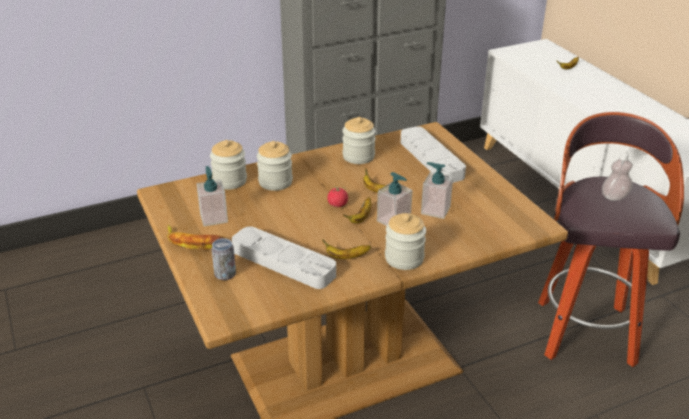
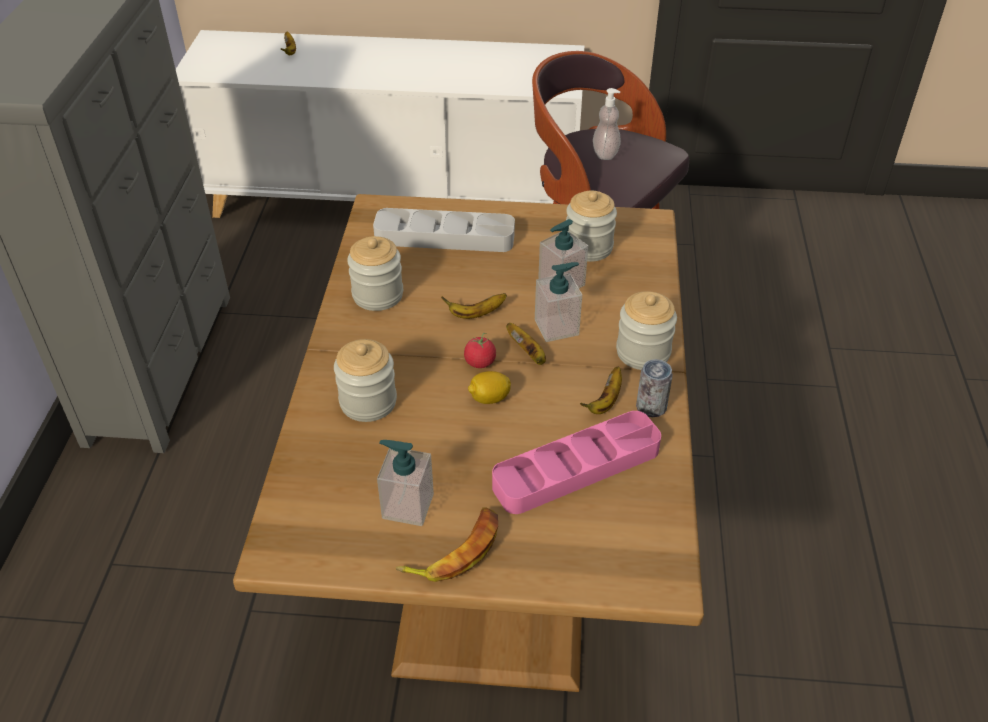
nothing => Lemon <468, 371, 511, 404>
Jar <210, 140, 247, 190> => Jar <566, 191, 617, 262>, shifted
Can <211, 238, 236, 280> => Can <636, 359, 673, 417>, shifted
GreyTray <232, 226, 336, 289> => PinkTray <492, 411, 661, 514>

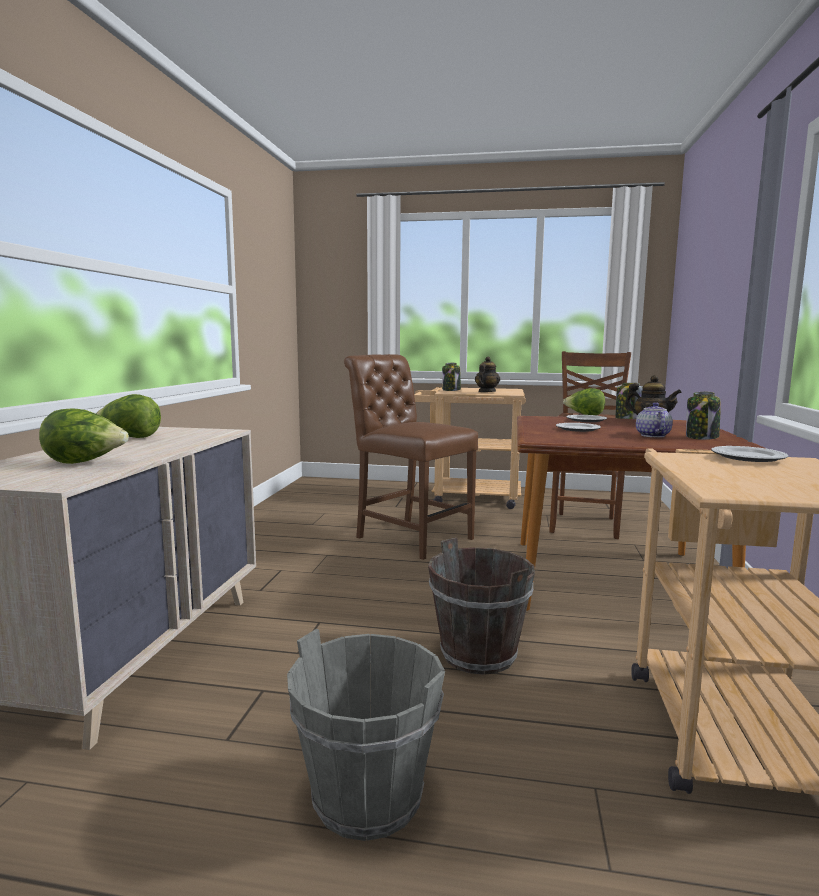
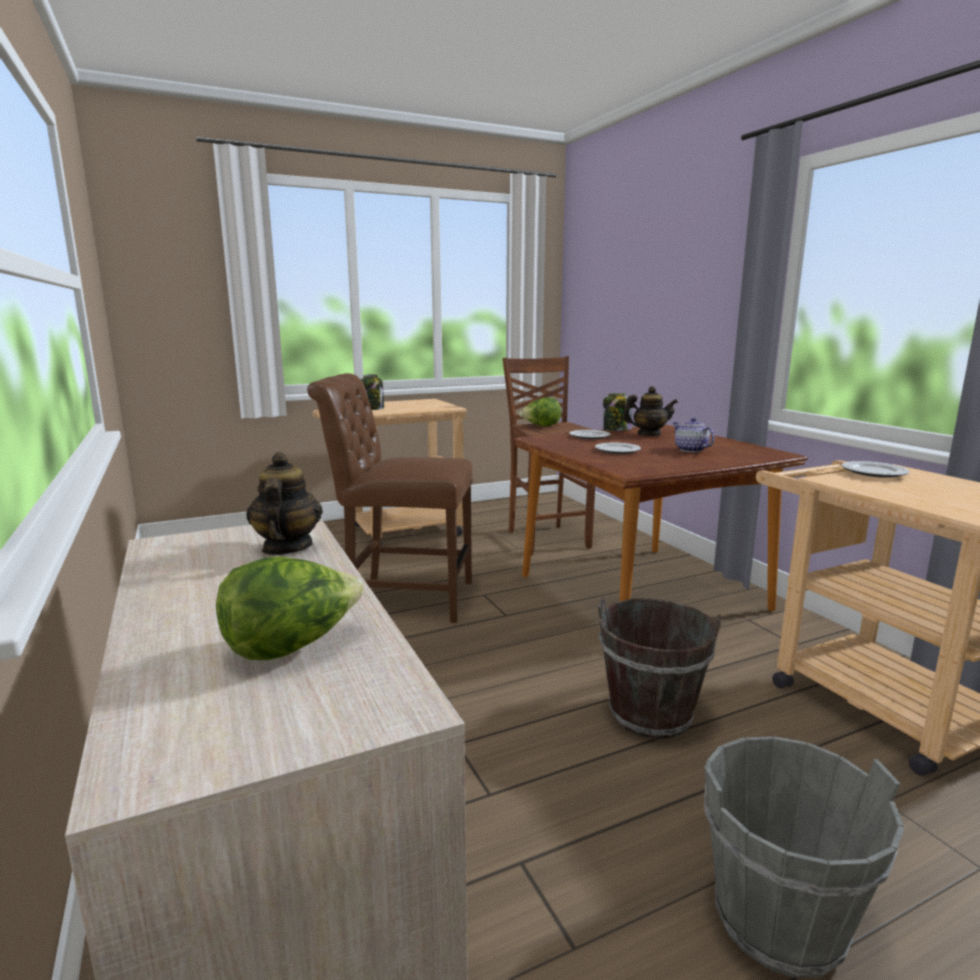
Lettuce <96, 394, 161, 438> => nothing
Jar <686, 392, 721, 440> => nothing
Teapot <475, 357, 500, 392> => Teapot <246, 452, 323, 555>, shifted

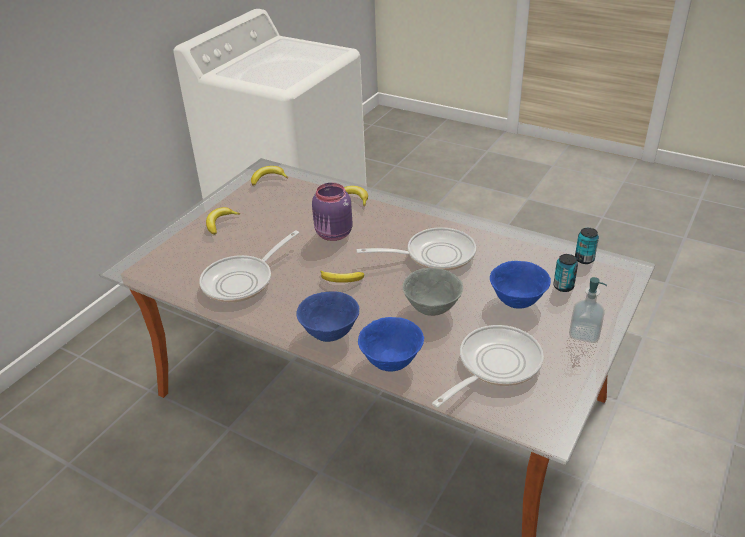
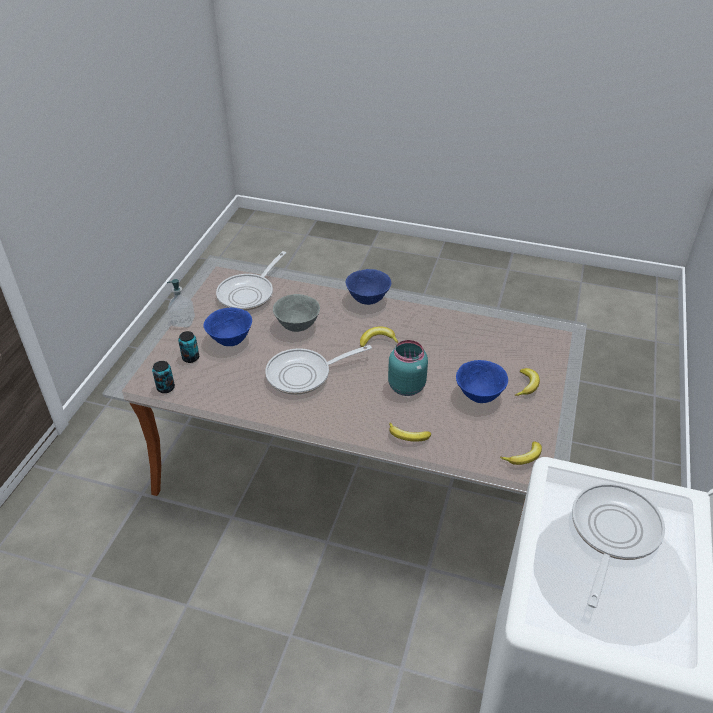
FryingPan <200, 230, 299, 303> => FryingPan <572, 483, 665, 608>, shifted
BlueBowl <358, 317, 424, 372> => BlueBowl <456, 360, 508, 403>, shifted
PurpleJar <312, 183, 353, 241> => TurquoiseJar <388, 340, 428, 396>

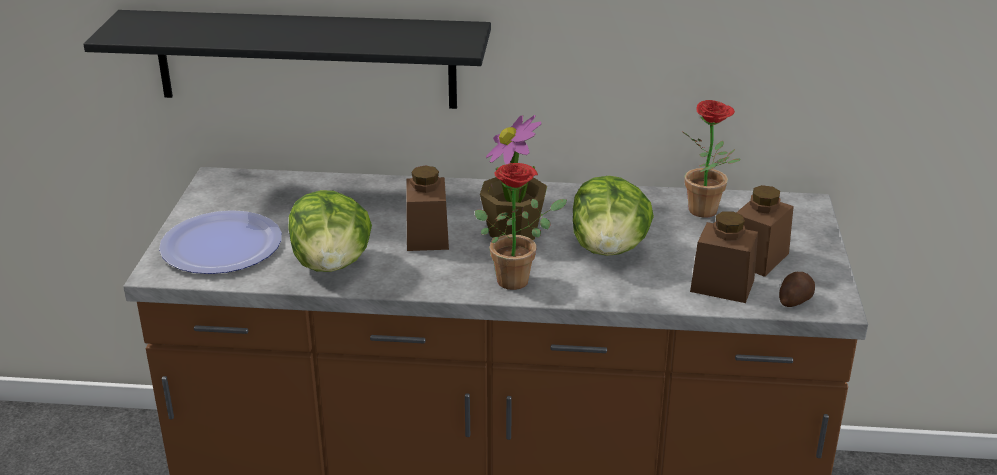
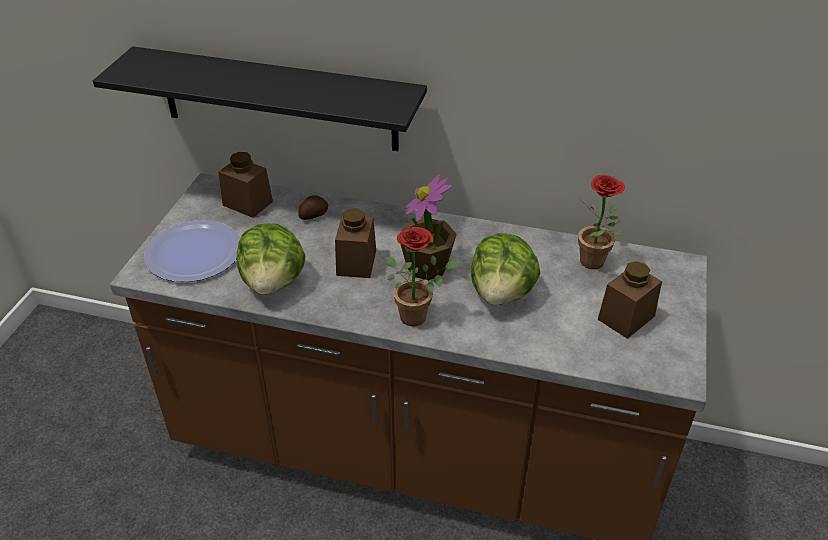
BrownJar <690, 211, 758, 303> => BrownJar <218, 152, 273, 218>, shifted
Potato <779, 272, 815, 307> => Potato <298, 195, 328, 220>, shifted

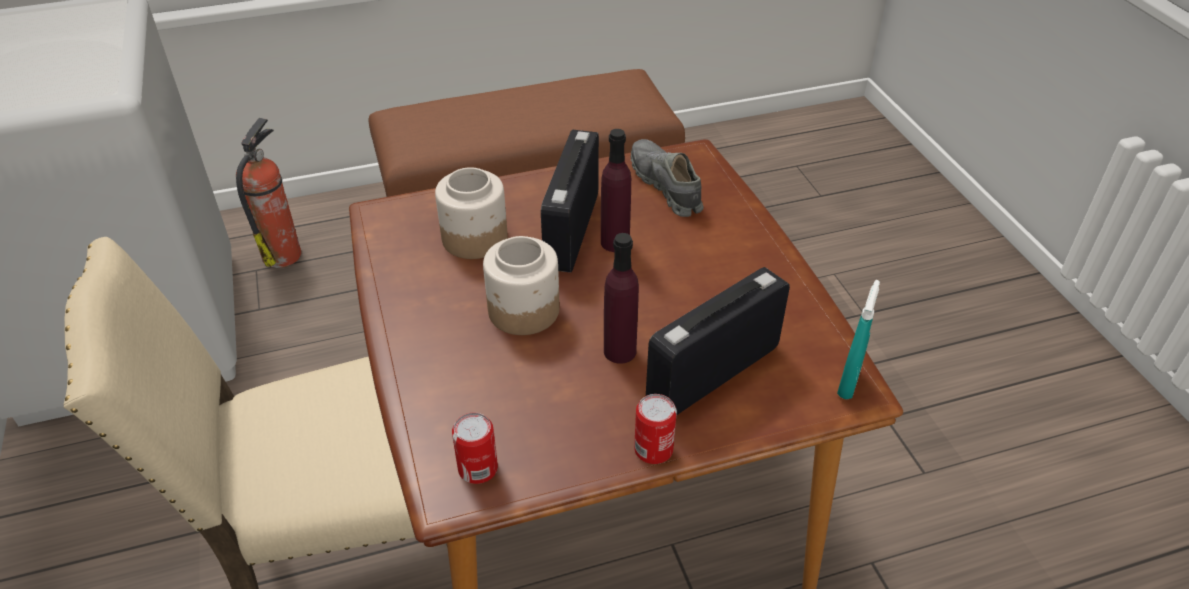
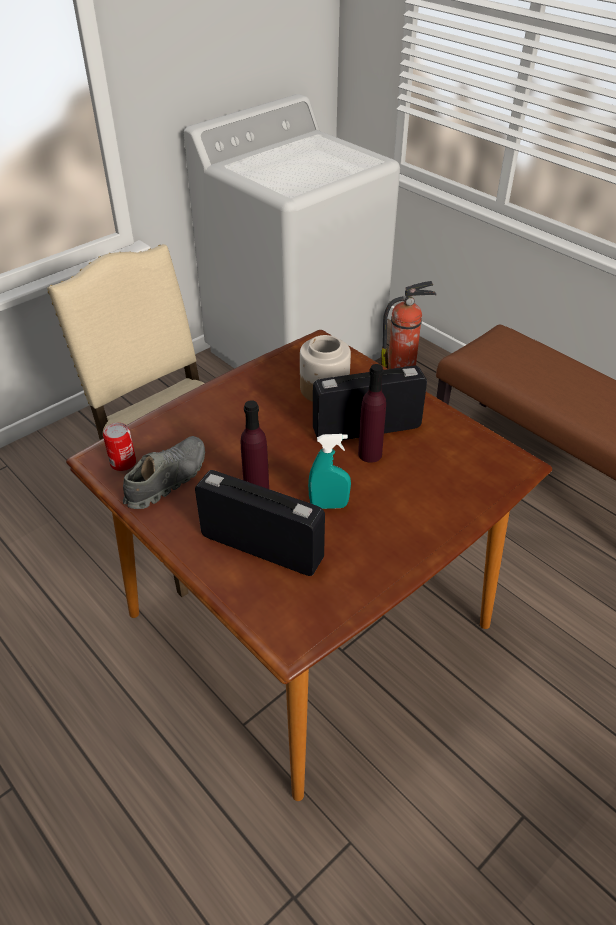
Jar <483, 236, 560, 335> => nothing
Can <634, 394, 677, 464> => nothing
GreyShoe <631, 139, 704, 217> => GreyShoe <123, 436, 205, 509>, shifted
TurquoiseSprayBottle <837, 280, 880, 399> => TurquoiseSprayBottle <308, 434, 351, 509>, shifted

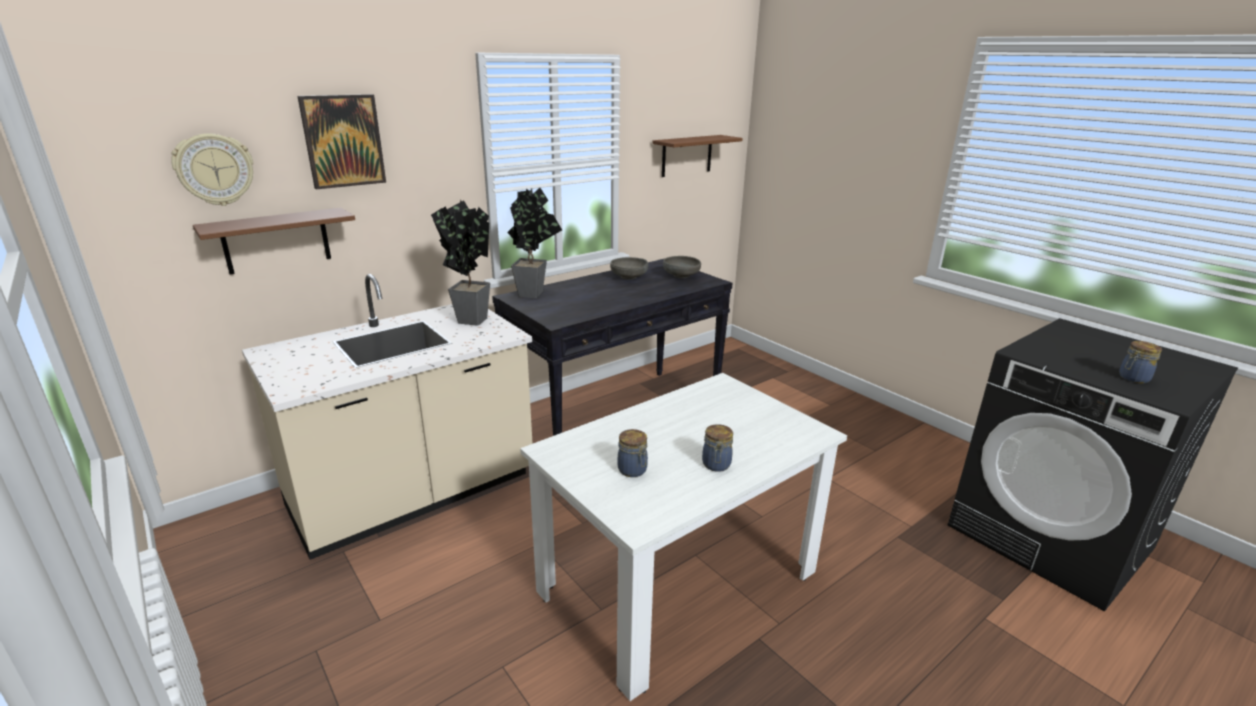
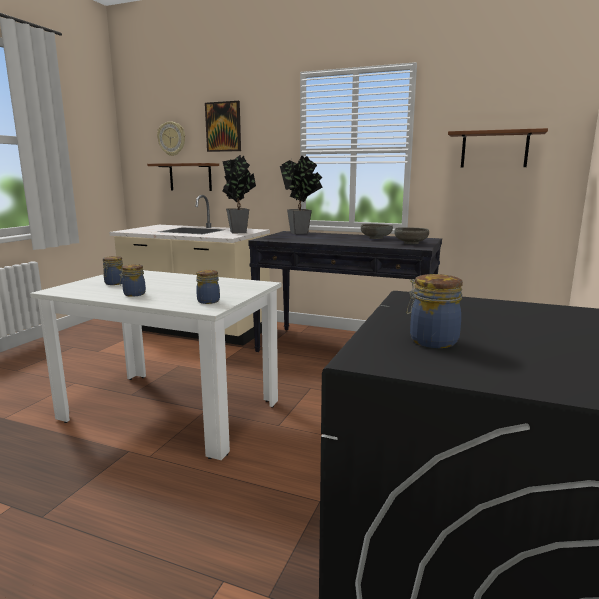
nothing => Jar <196, 270, 220, 304>

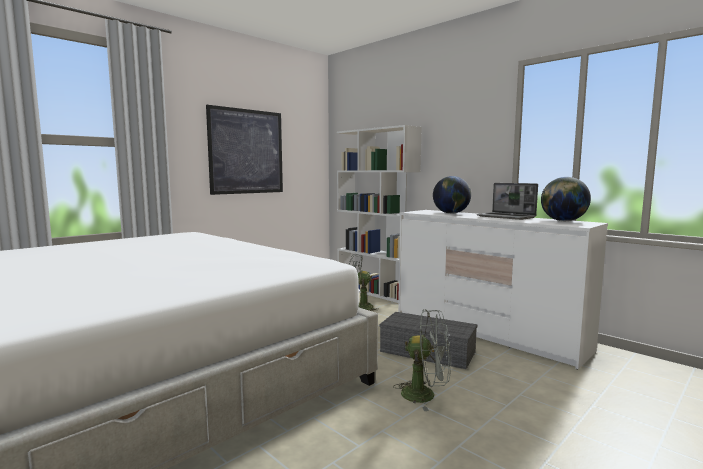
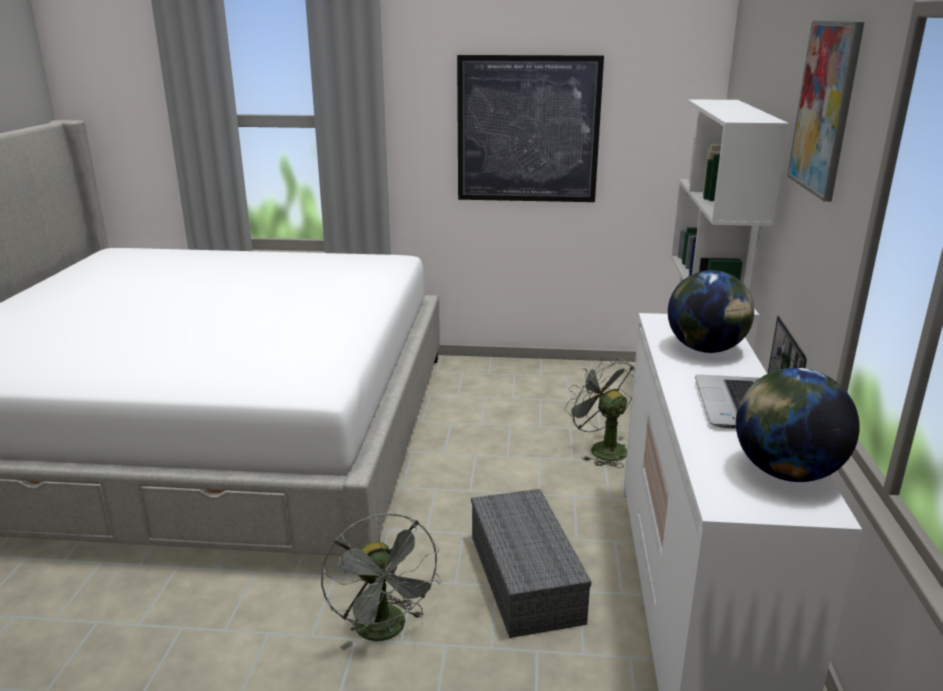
nothing => Picture <787, 20, 864, 202>

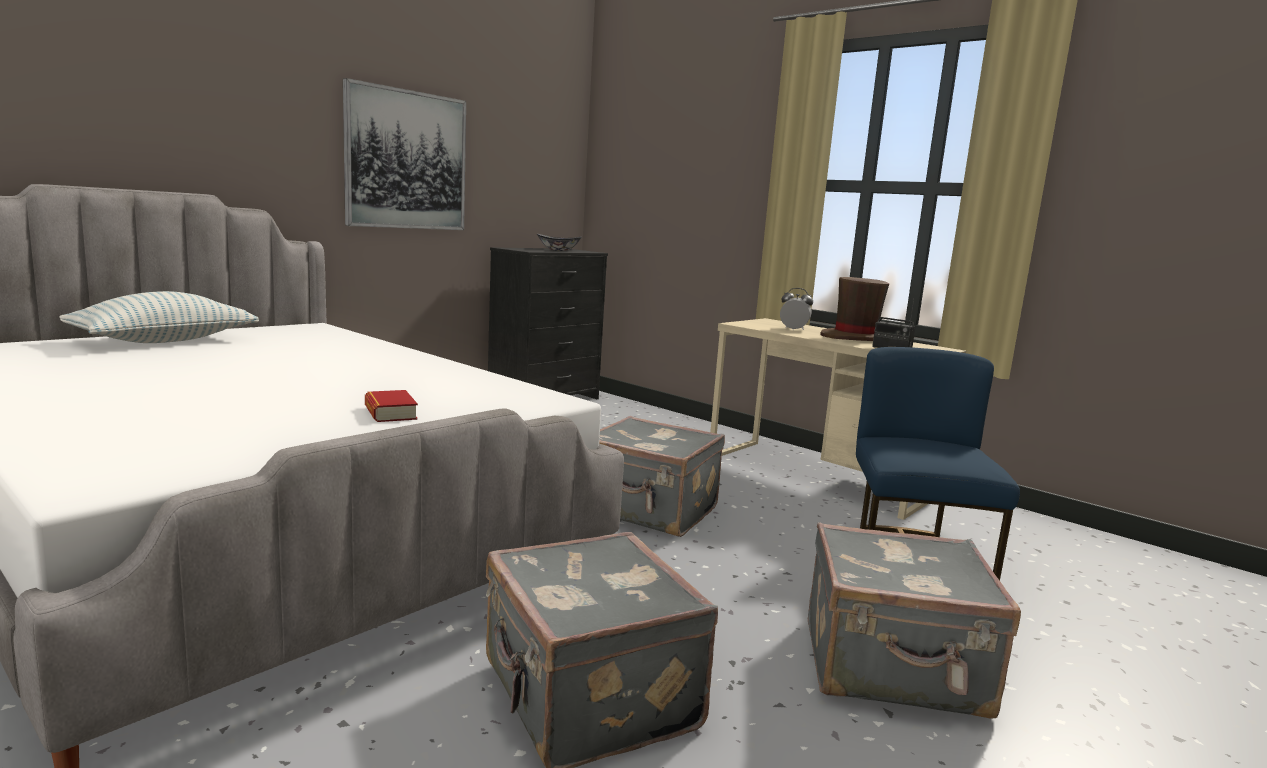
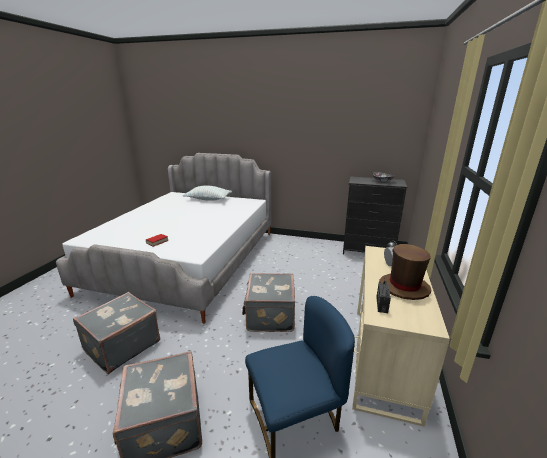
Picture <343, 78, 466, 230> => nothing

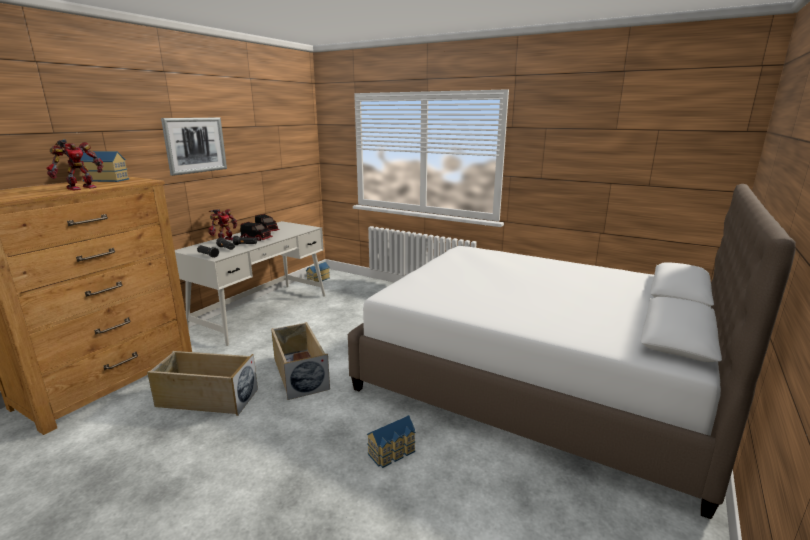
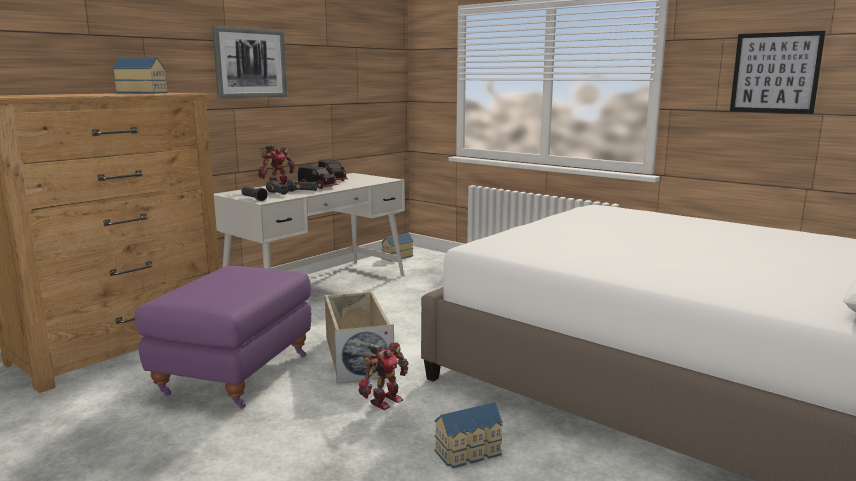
nothing => Picture <730, 31, 825, 114>
ToyRobot <47, 139, 103, 191> => ToyRobot <358, 342, 409, 410>, shifted
BeigeStorageBox <147, 351, 258, 416> => PurpleOttoman <135, 266, 312, 409>

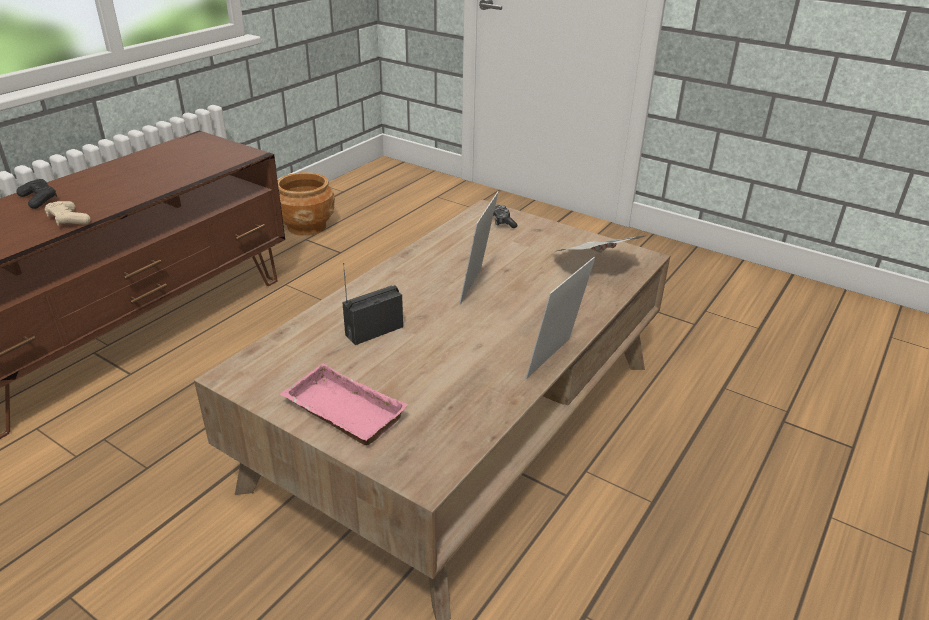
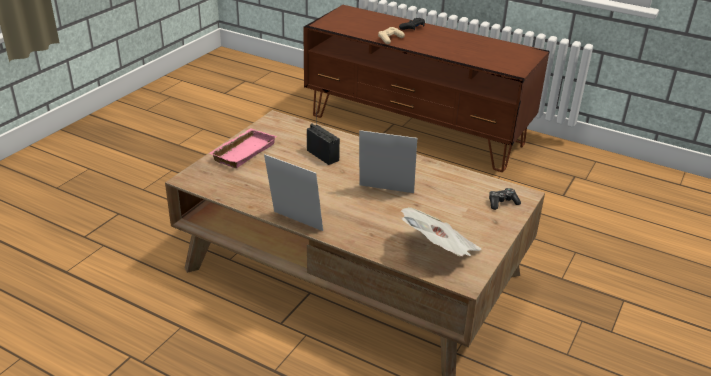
BrownPlanter <278, 172, 335, 236> => nothing

